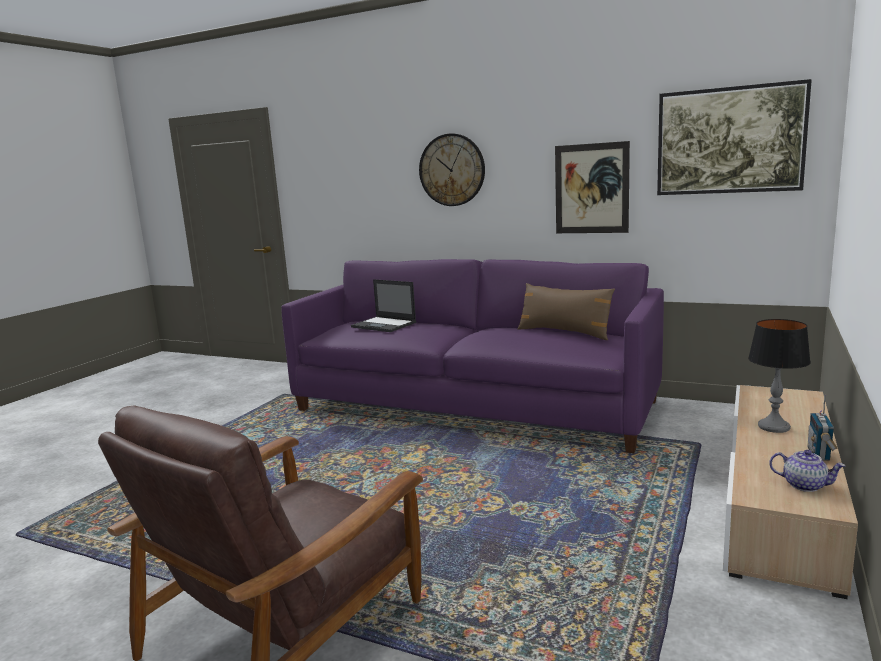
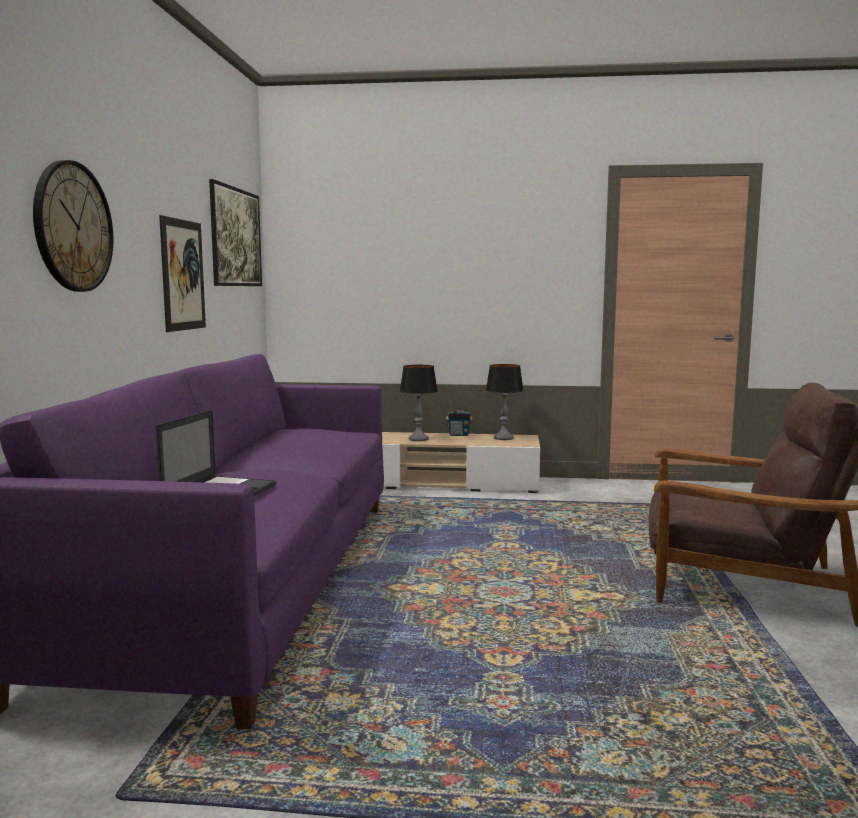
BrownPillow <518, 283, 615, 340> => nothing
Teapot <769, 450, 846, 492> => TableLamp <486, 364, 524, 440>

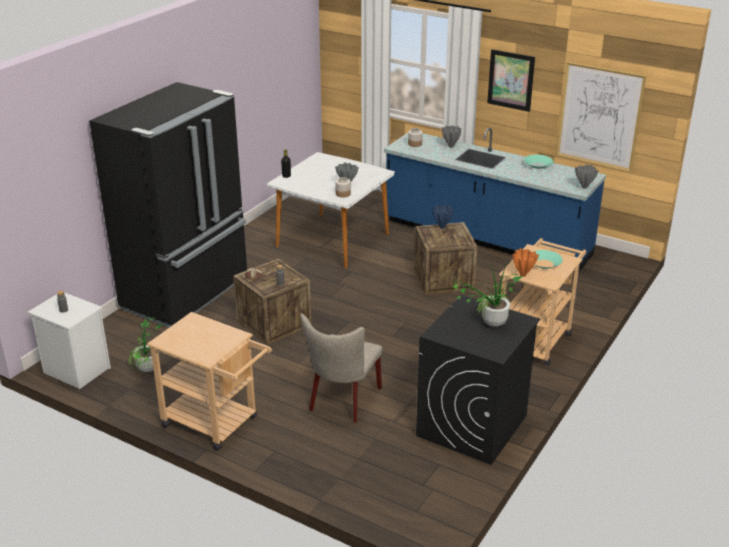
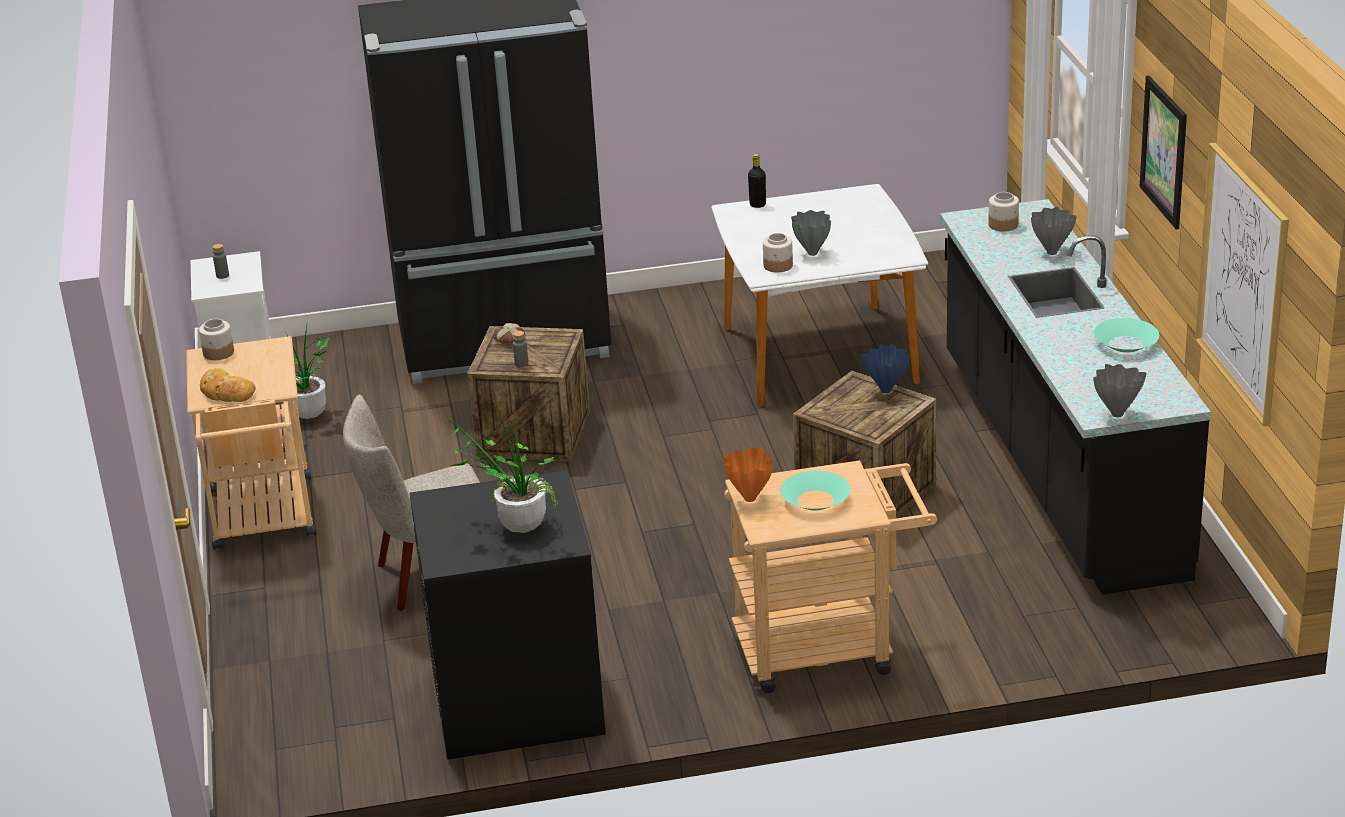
nothing => Jar <199, 319, 234, 360>
nothing => Bread <200, 368, 256, 402>
BlueCounter <384, 128, 606, 273> => BlackCounter <940, 199, 1211, 595>

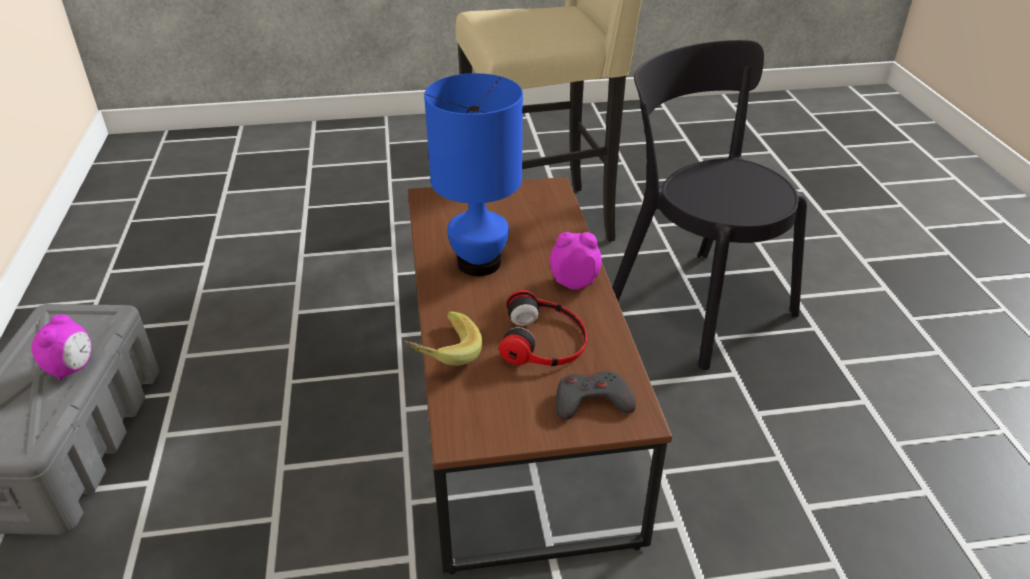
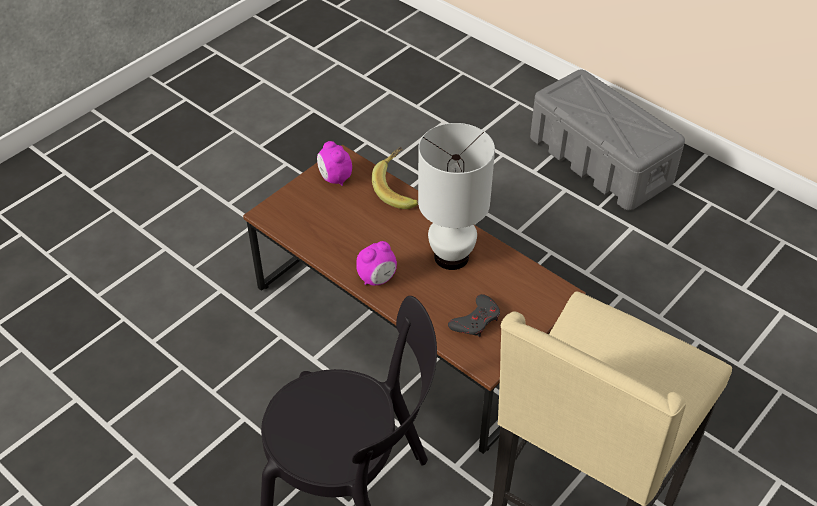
Headphones <499, 290, 587, 366> => nothing
AlarmClock <31, 315, 92, 381> => AlarmClock <317, 141, 352, 186>, shifted
GreyGameController <555, 371, 636, 420> => GreyGameController <448, 294, 500, 337>, shifted
BlueTableLamp <424, 73, 523, 276> => WhiteTableLamp <418, 123, 495, 270>

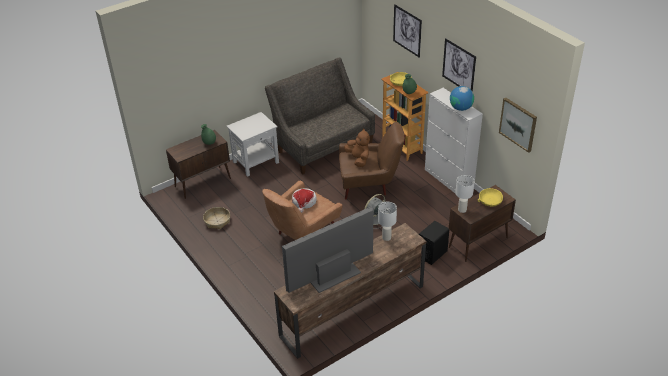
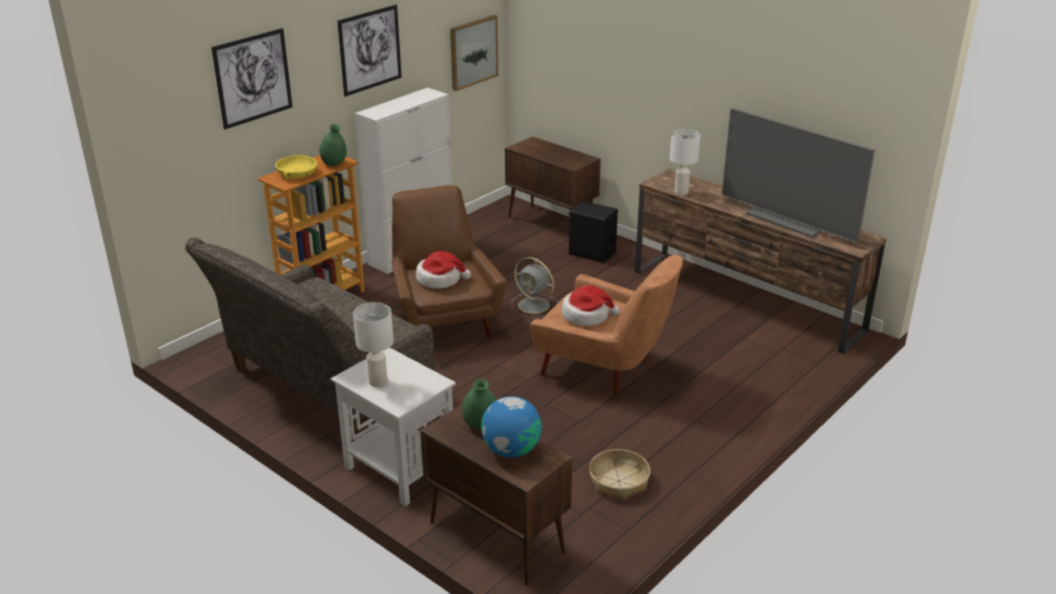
YellowBowl <478, 188, 503, 207> => nothing
Globe <450, 86, 474, 111> => Globe <481, 396, 542, 458>, shifted
WhiteTableLamp <455, 175, 475, 213> => WhiteTableLamp <353, 302, 394, 387>, shifted
BrownPlushToy <344, 128, 370, 167> => Hat <416, 251, 471, 289>

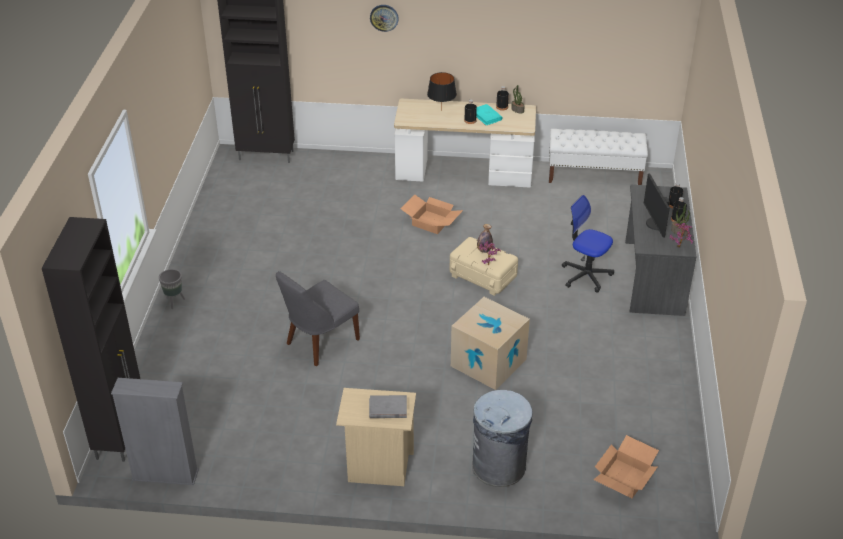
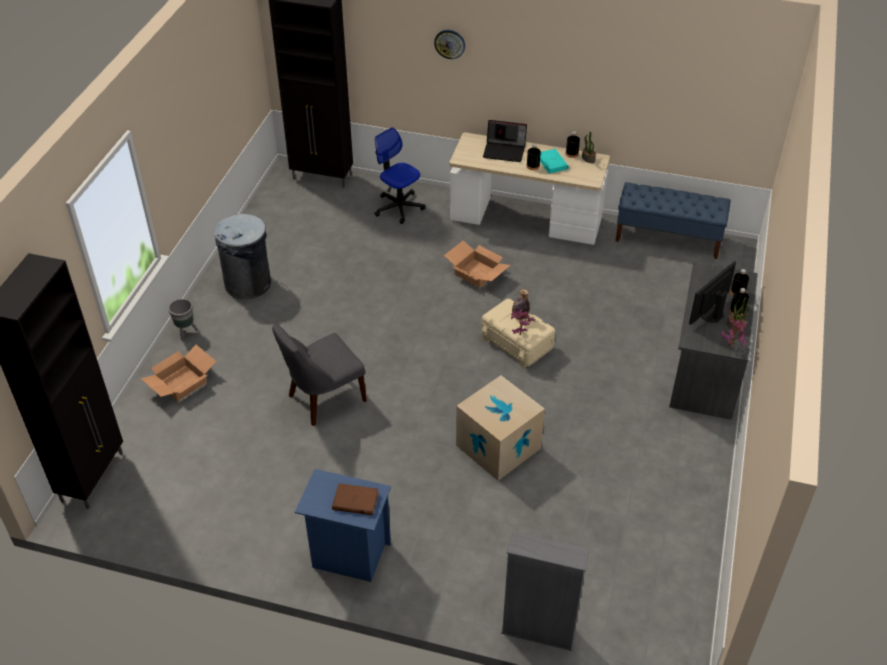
GreyBookcase <111, 378, 199, 485> => GreyBookcase <501, 531, 590, 651>, shifted
GreyTrashCan <473, 390, 532, 487> => GreyTrashCan <214, 214, 271, 299>, shifted
OfficeChair <562, 195, 614, 293> => OfficeChair <374, 127, 425, 224>, shifted
CardboardBox <593, 435, 659, 498> => CardboardBox <141, 345, 217, 401>, shifted
BlackTableLamp <427, 72, 457, 102> => Laptop <483, 120, 527, 162>
BeigeNightstand <336, 388, 416, 486> => BlueNightstand <295, 469, 391, 582>
GreyBook <369, 395, 407, 418> => BrownBook <332, 483, 379, 515>
WhiteBench <549, 129, 648, 185> => BlueBench <615, 182, 731, 259>
Monitor <644, 174, 670, 238> => Monitor <689, 261, 736, 325>, 45 degrees clockwise

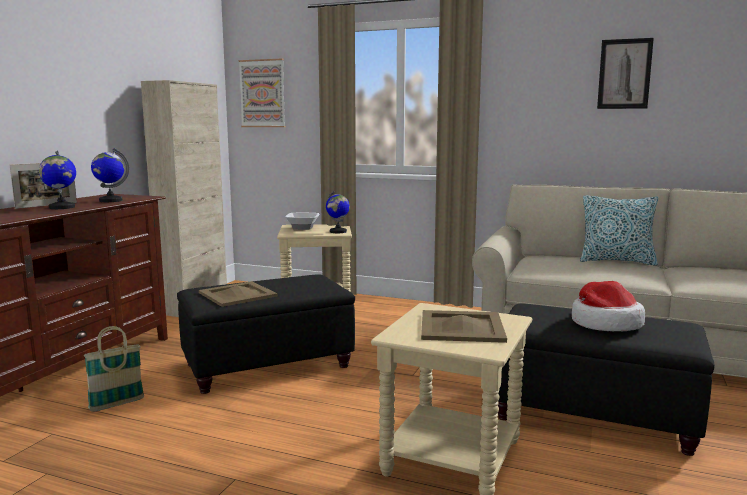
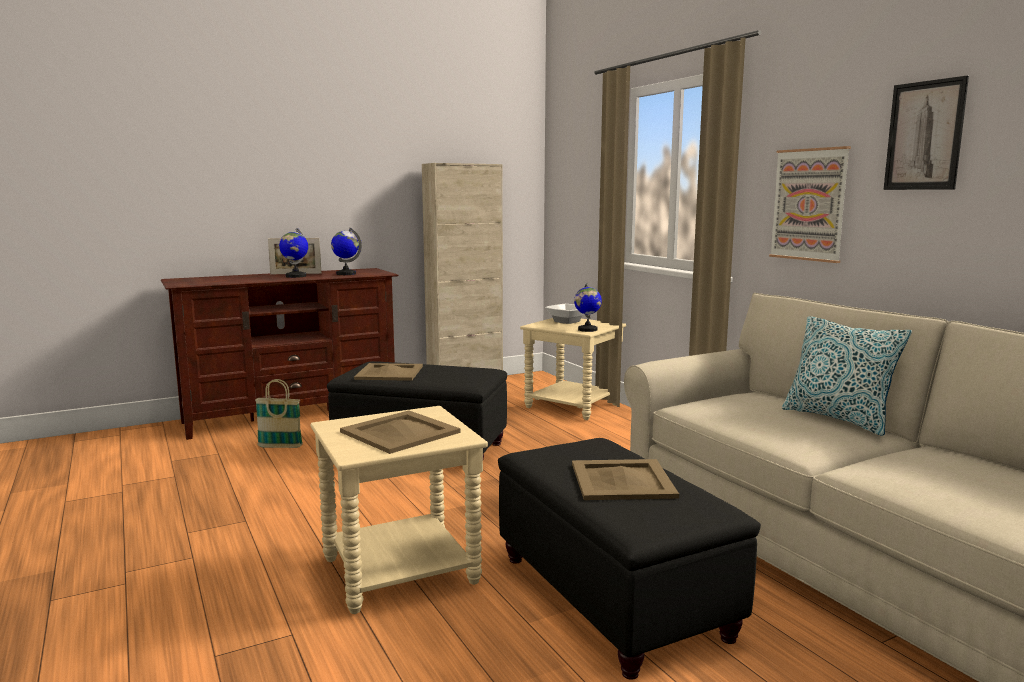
Picture <238, 58, 286, 127> => Picture <769, 146, 851, 263>, shifted
Hat <572, 281, 645, 331> => BeigeTray <572, 459, 679, 500>

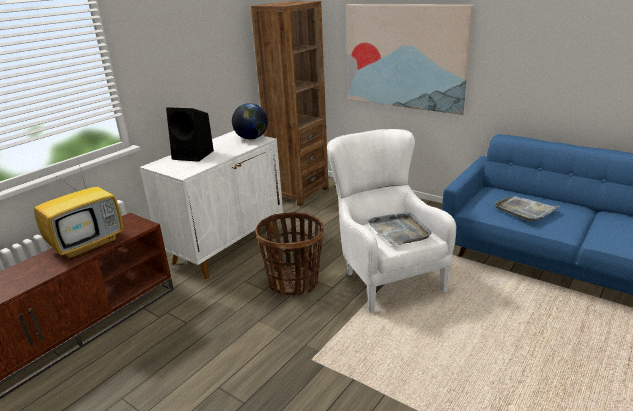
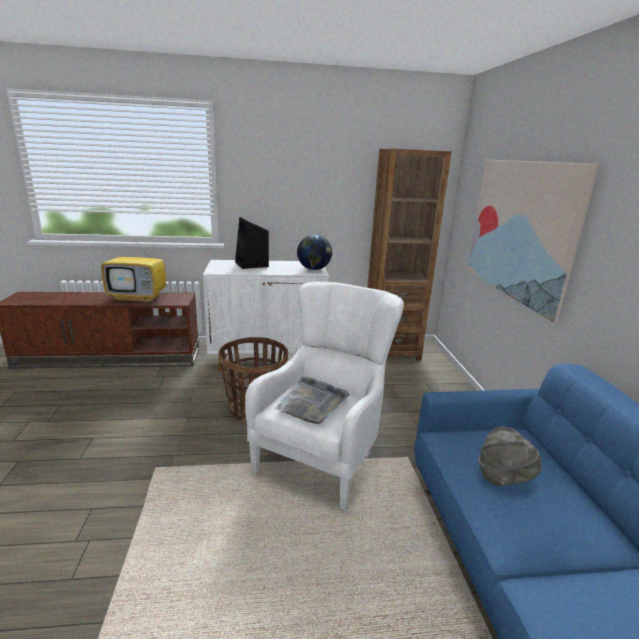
GreyTray <494, 196, 560, 221> => GreyHat <479, 427, 542, 486>

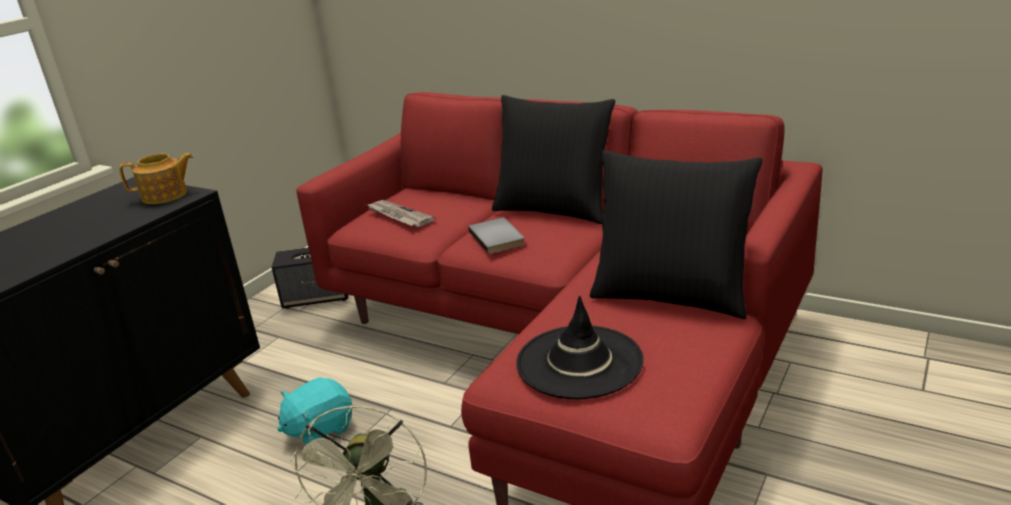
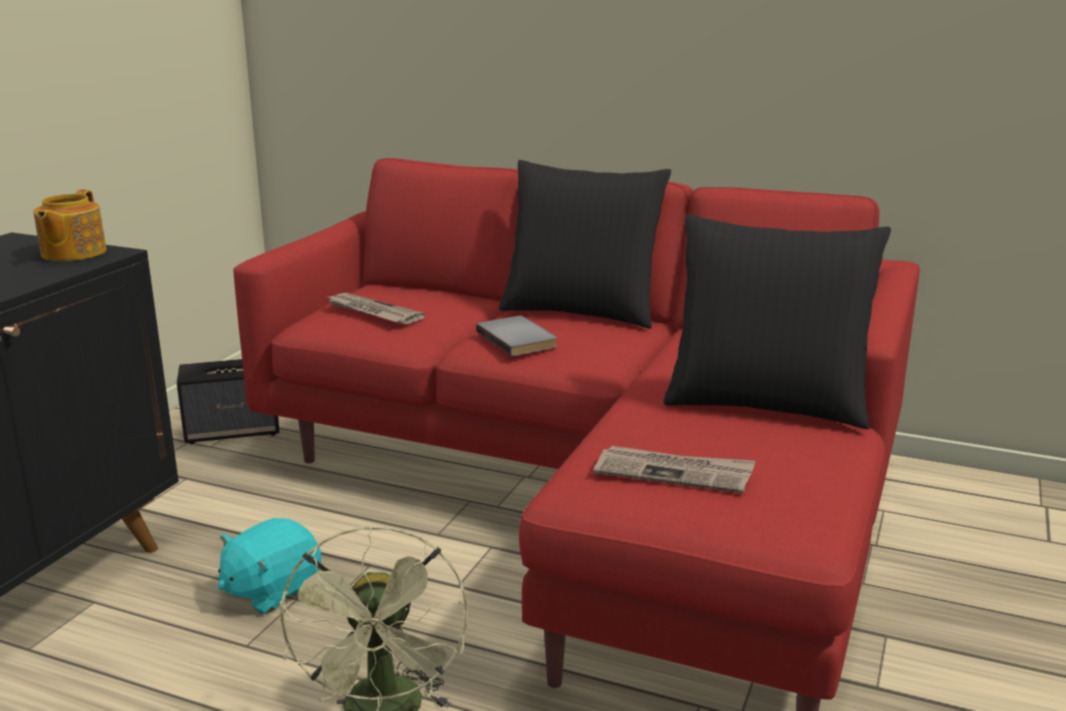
BlackHat <516, 296, 644, 399> => Newspaper <594, 446, 755, 493>
Teapot <119, 153, 193, 204> => Teapot <33, 190, 107, 261>, 120 degrees clockwise

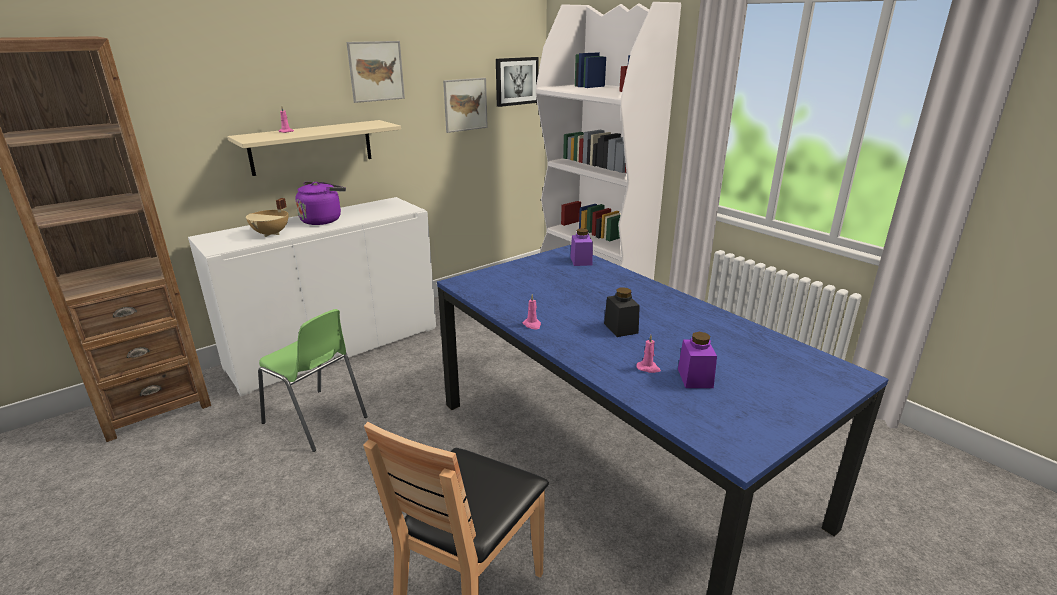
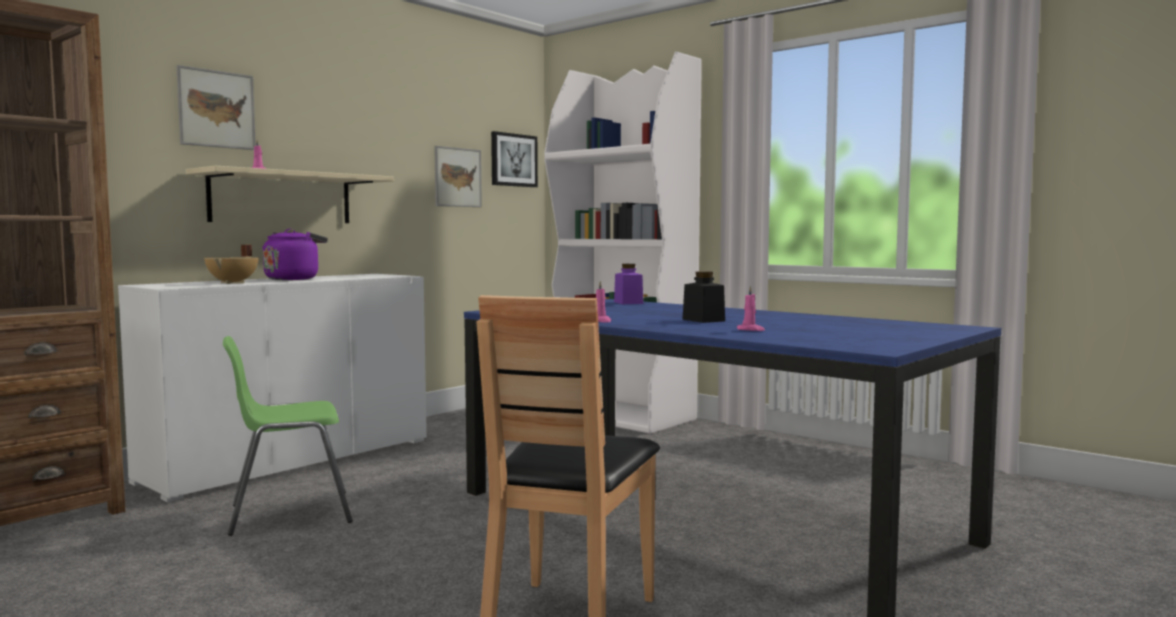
PurpleJar <678, 332, 717, 388> => nothing
Picture <346, 41, 405, 103> => Picture <176, 65, 256, 150>, shifted
GreenChair <258, 309, 368, 452> => GreenChair <223, 336, 353, 536>, 135 degrees clockwise

